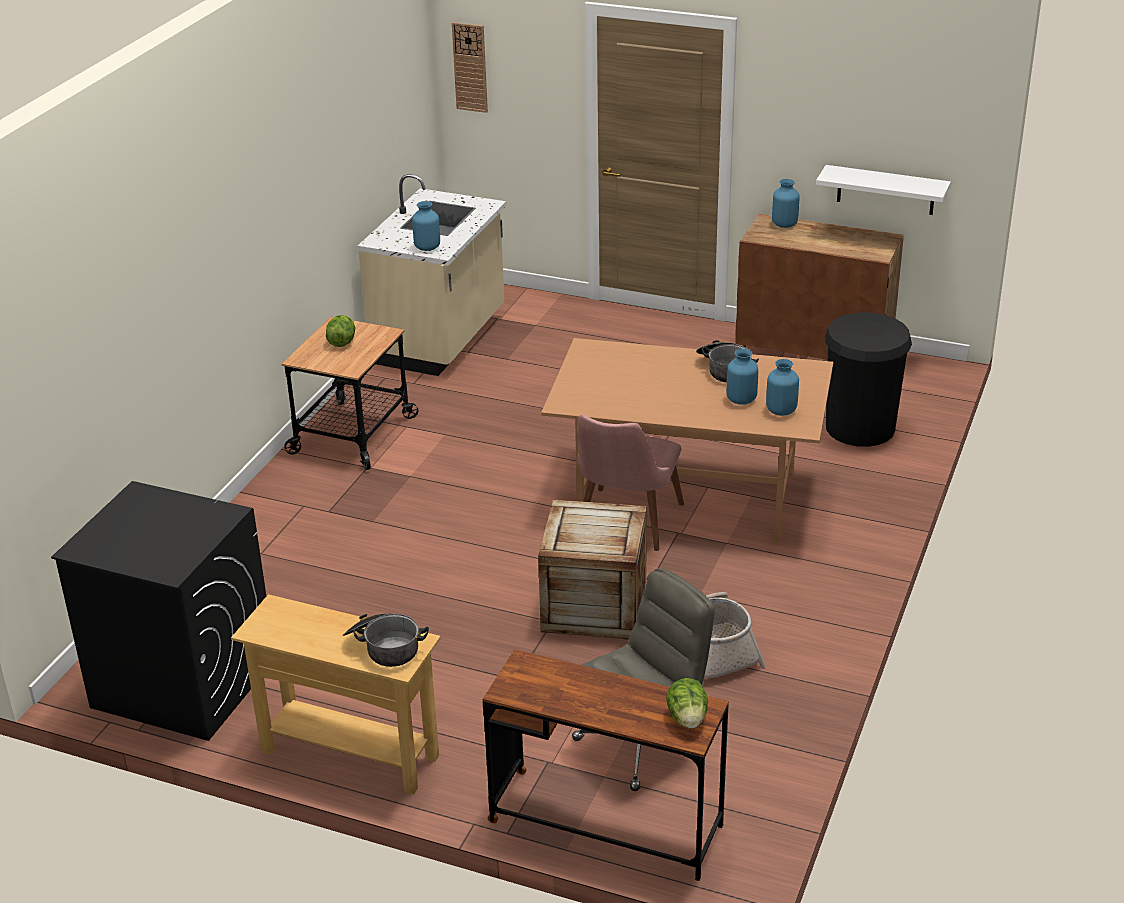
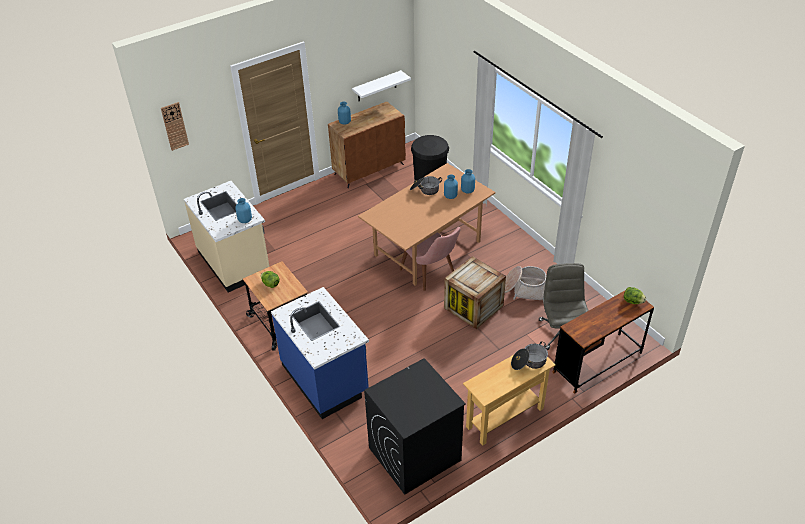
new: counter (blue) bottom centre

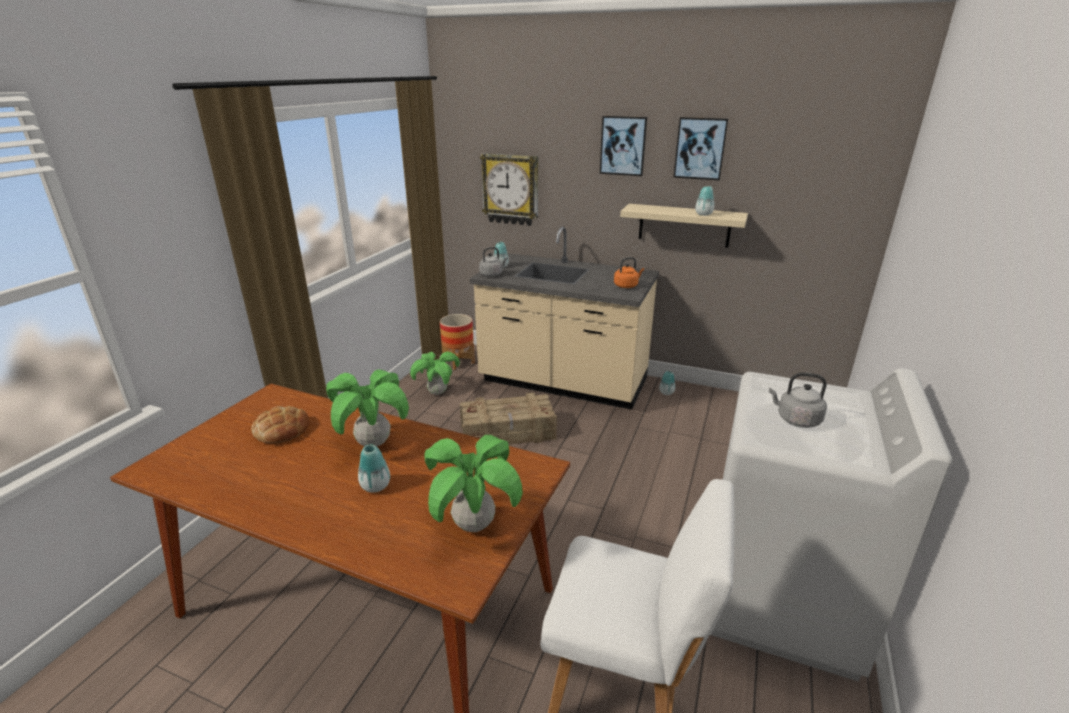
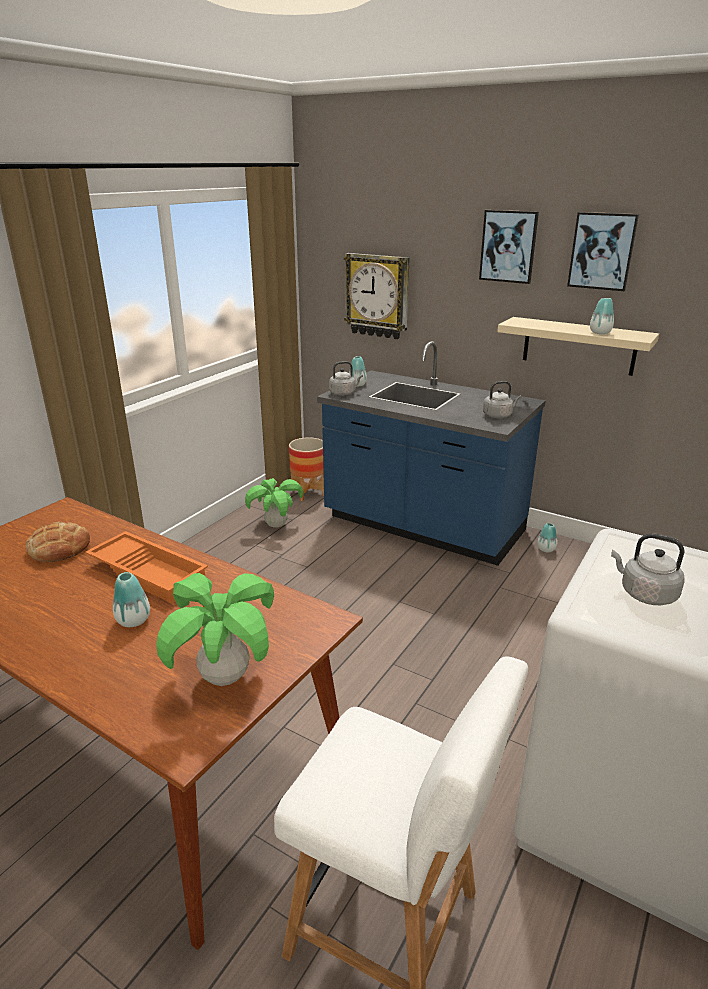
gone: crate centre
swapped: potted plant (no. 1 from left) centre to tray (orange) middle left
repainted: counter (beige) centre to counter (blue) centre; kettle (orange) centre to kettle (grey) (no. 2 from left) middle right

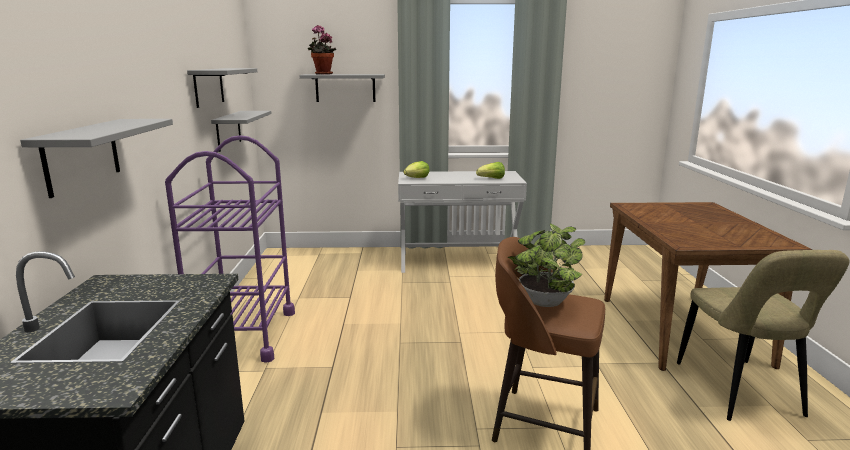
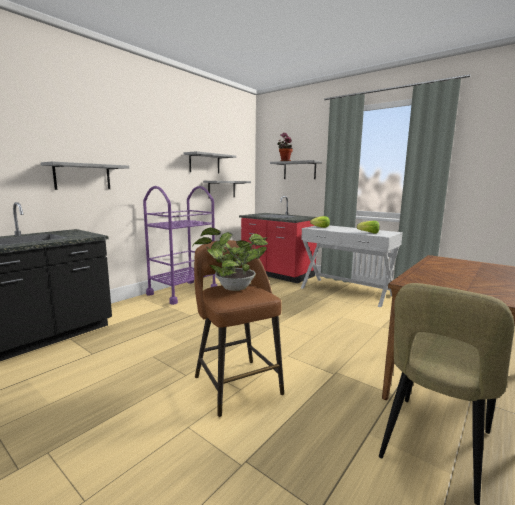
new: counter (red) centre

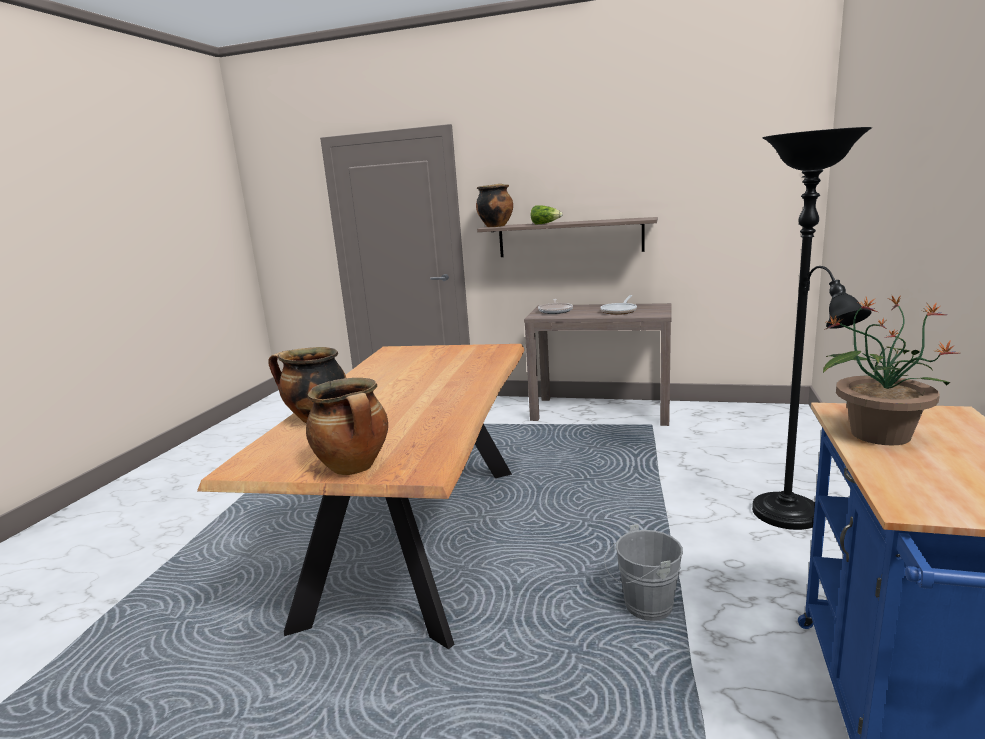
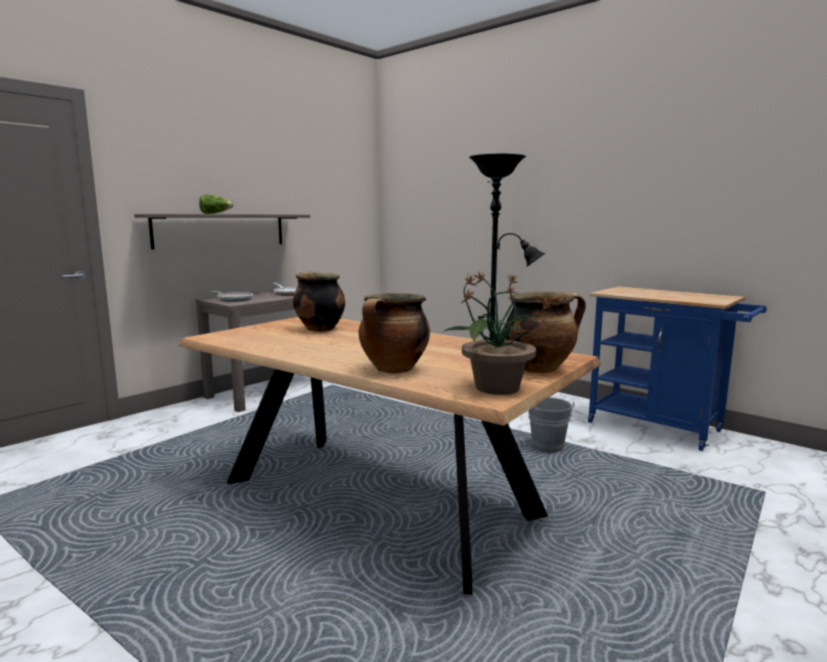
shifted: cooking pot (no. 3 from left in the first image) top centre to cooking pot (no. 1 from left) centre; potted plant middle right to centre

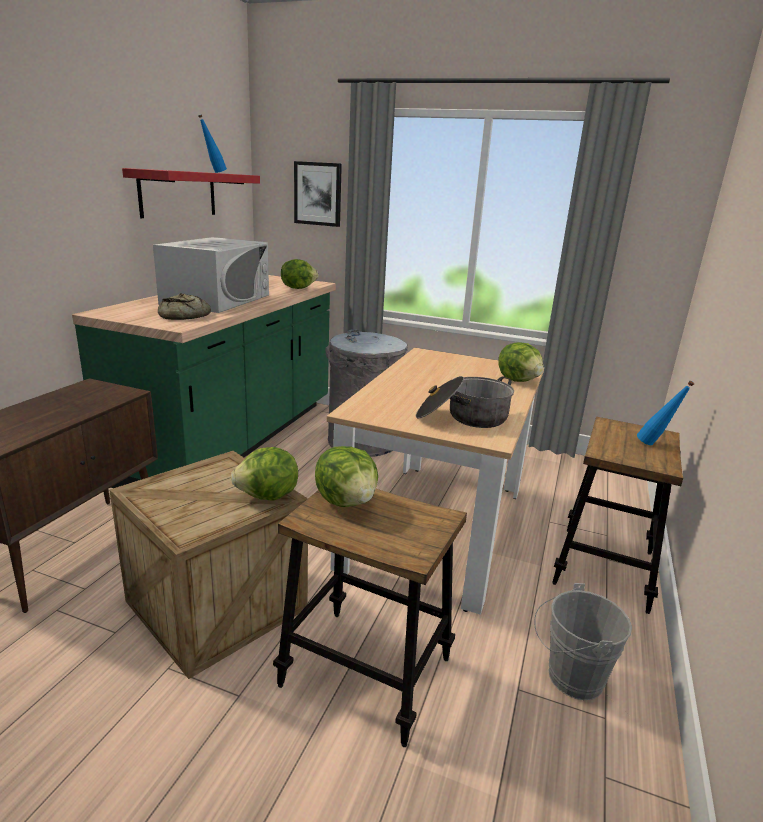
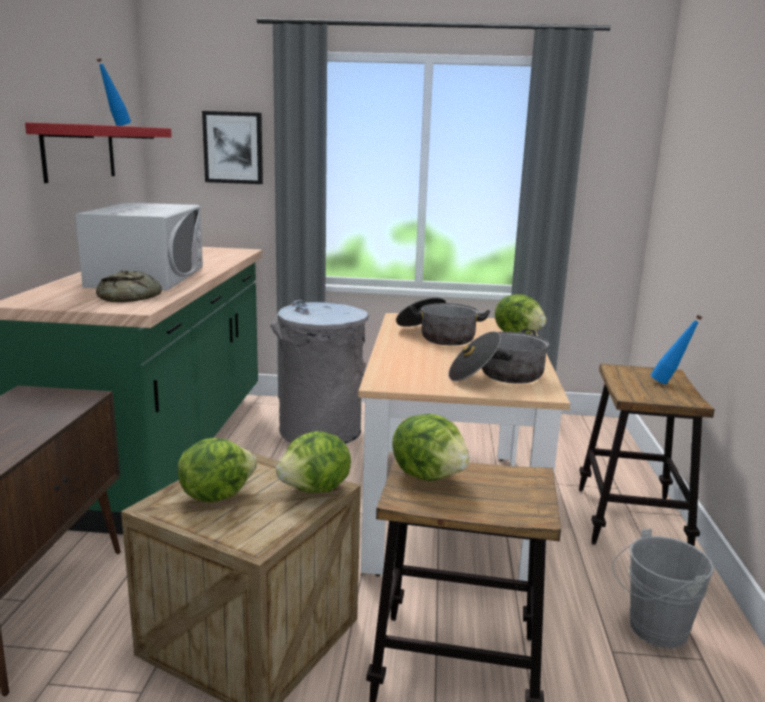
new: cooking pot (no. 1 from left) centre
shifted: lettuce (no. 2 from left in the first image) centre to lettuce (no. 1 from left) bottom left

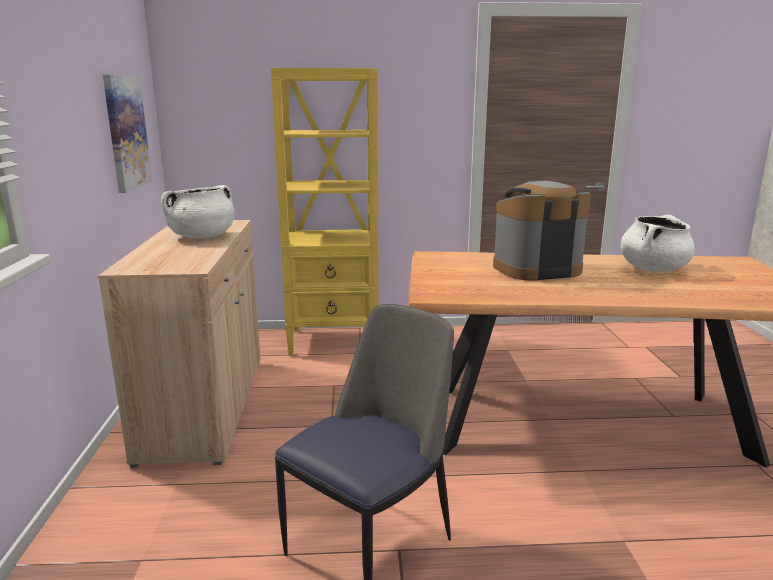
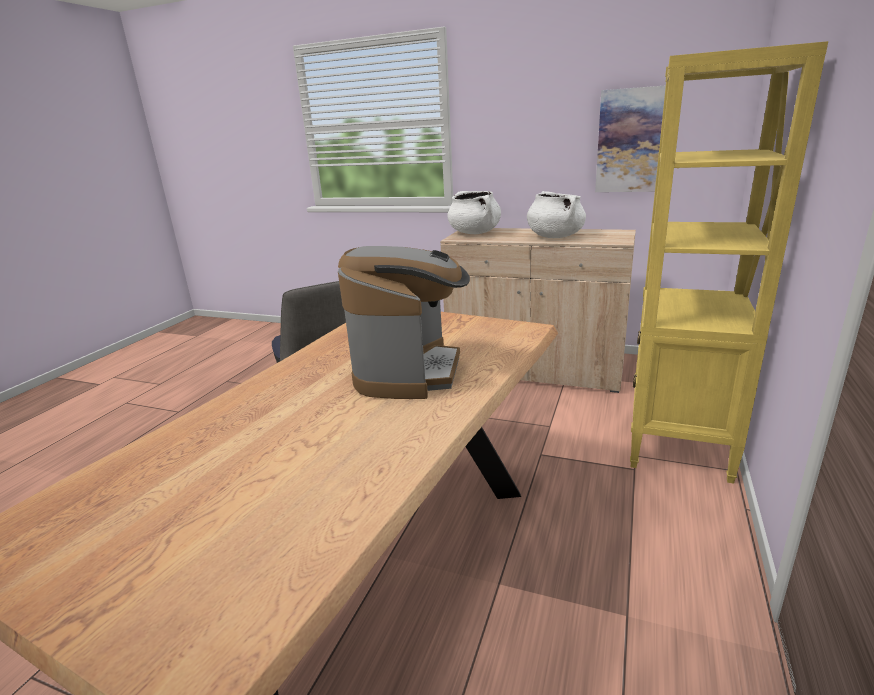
shifted: cooking pot (white) (no. 2 from left in the first image) middle right to cooking pot (white) (no. 1 from left) top centre

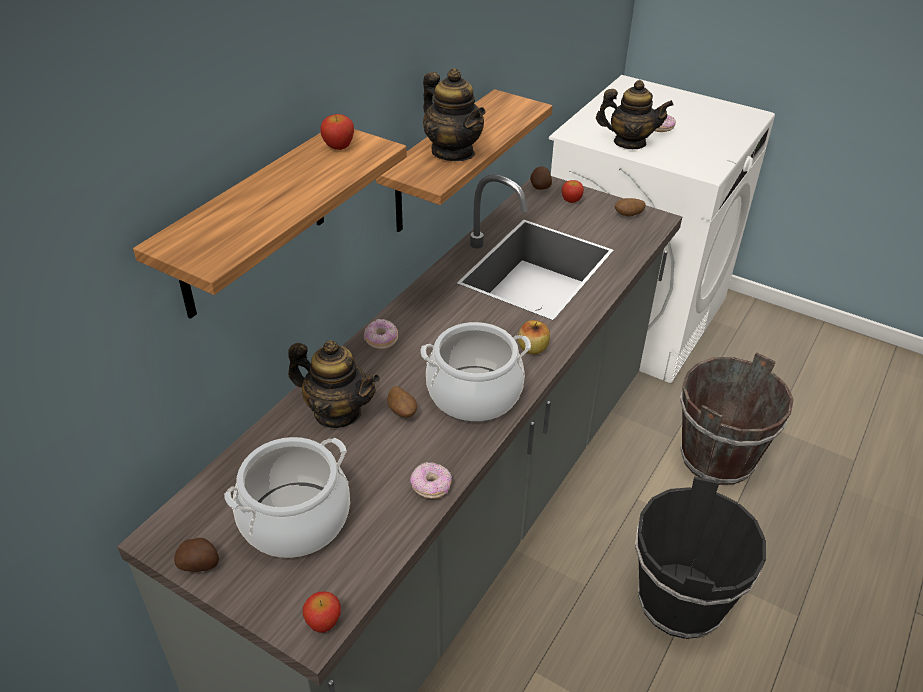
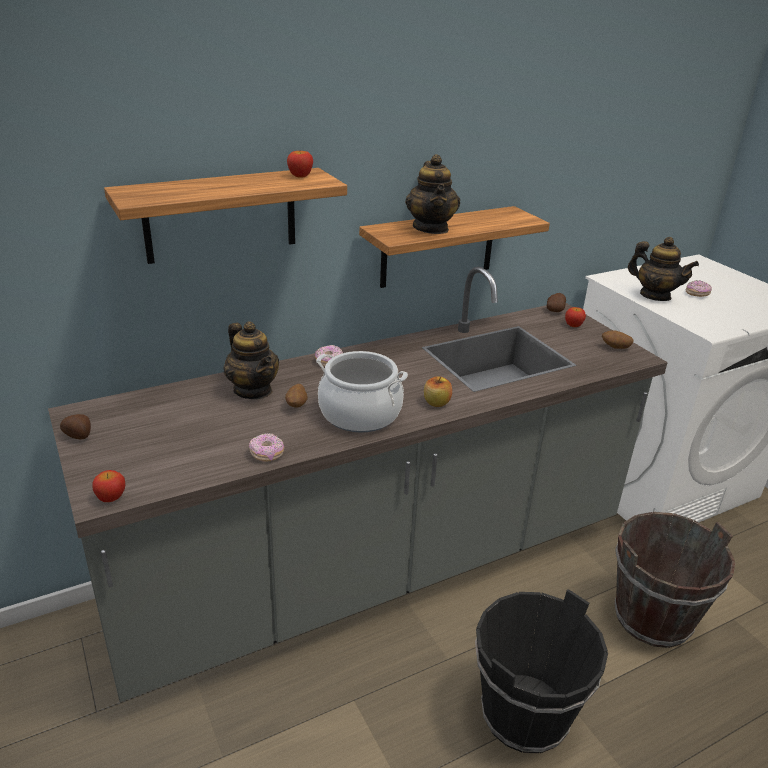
gone: cooking pot (no. 1 from left) bottom left

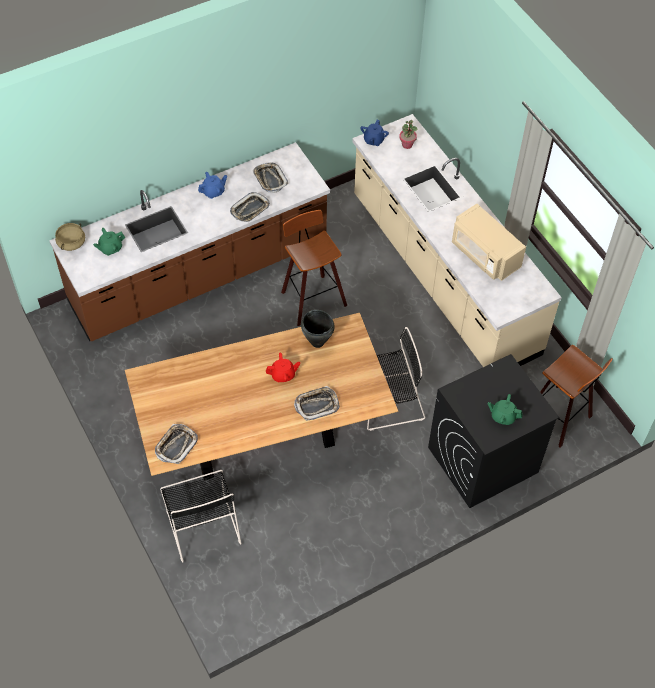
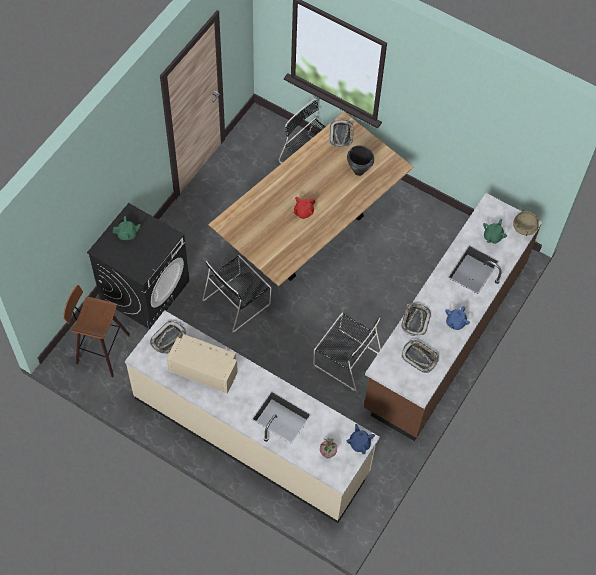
shifted: cooking pot (black) centre to top centre; tray (no. 4 from left in the first image) centre to tray (no. 1 from left) middle left
swapped: stool (no. 1 from left) centre to chair (black) (no. 3 from left) centre

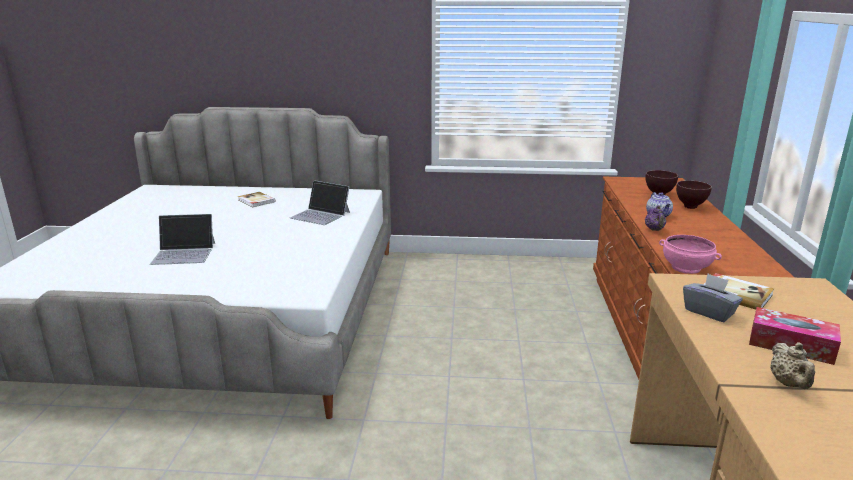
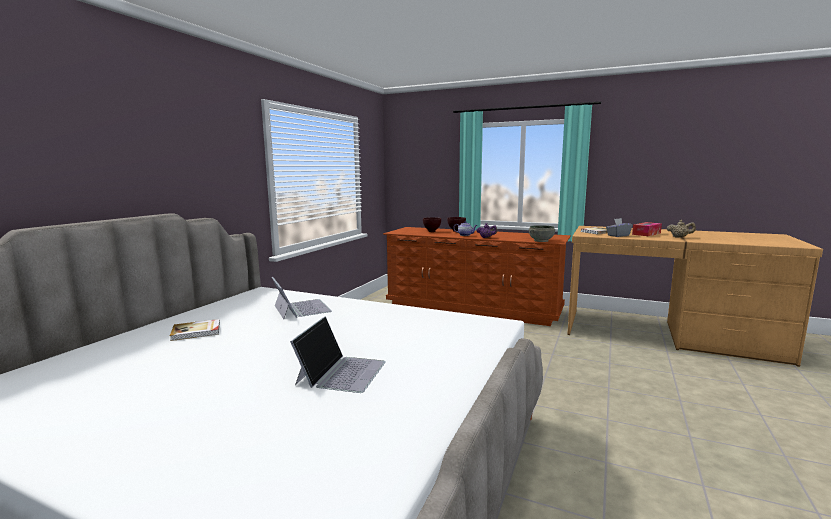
repainted: bowl (pink) middle right to bowl (grey) centre
rotated: laptop (no. 2 from left in the first image) centre = centre 75 degrees counterclockwise

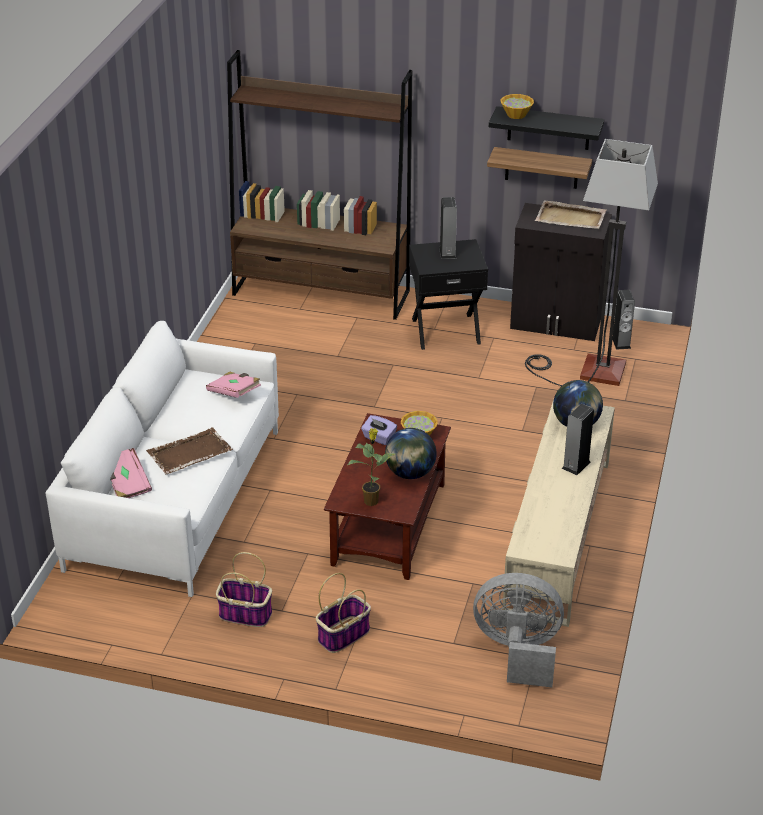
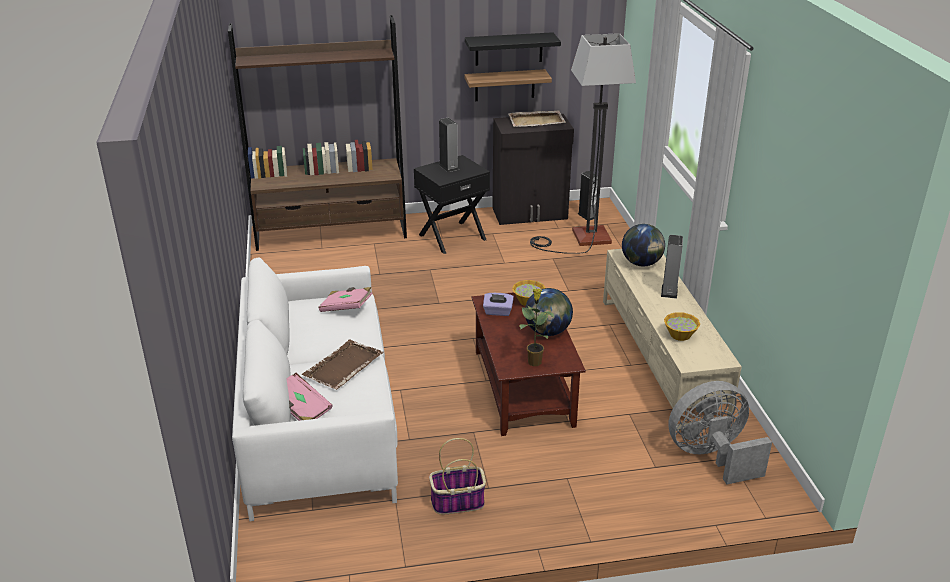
gone: basket (no. 2 from left) bottom centre
shifted: bowl (no. 2 from left) top right to middle right

